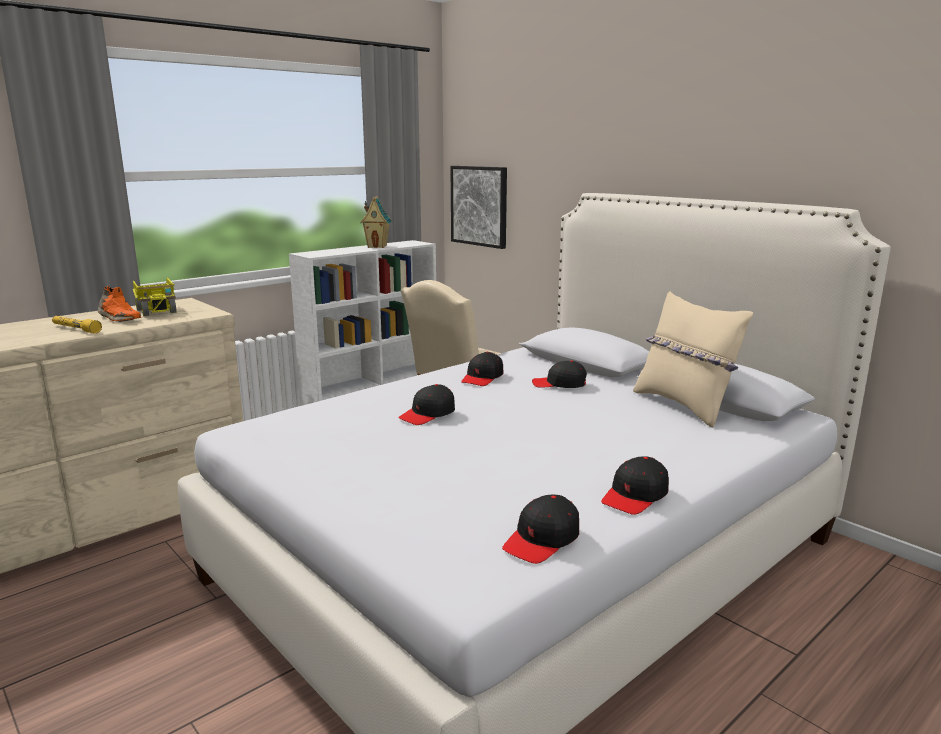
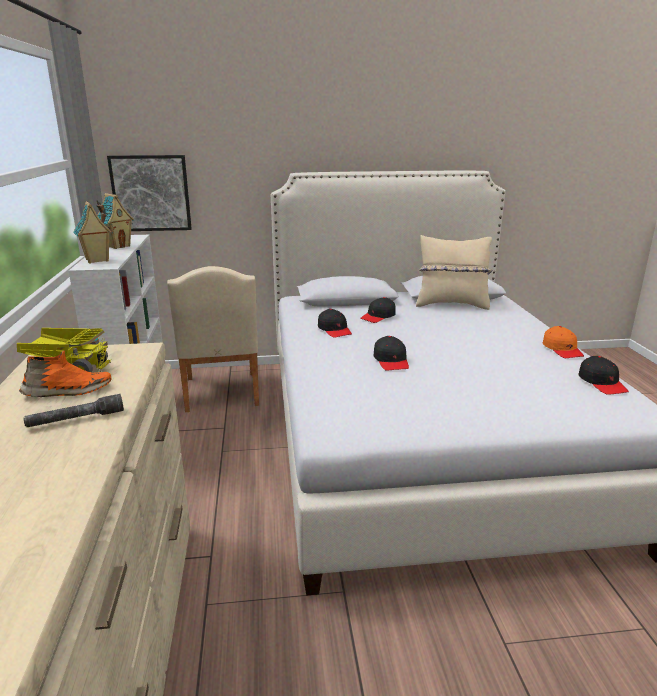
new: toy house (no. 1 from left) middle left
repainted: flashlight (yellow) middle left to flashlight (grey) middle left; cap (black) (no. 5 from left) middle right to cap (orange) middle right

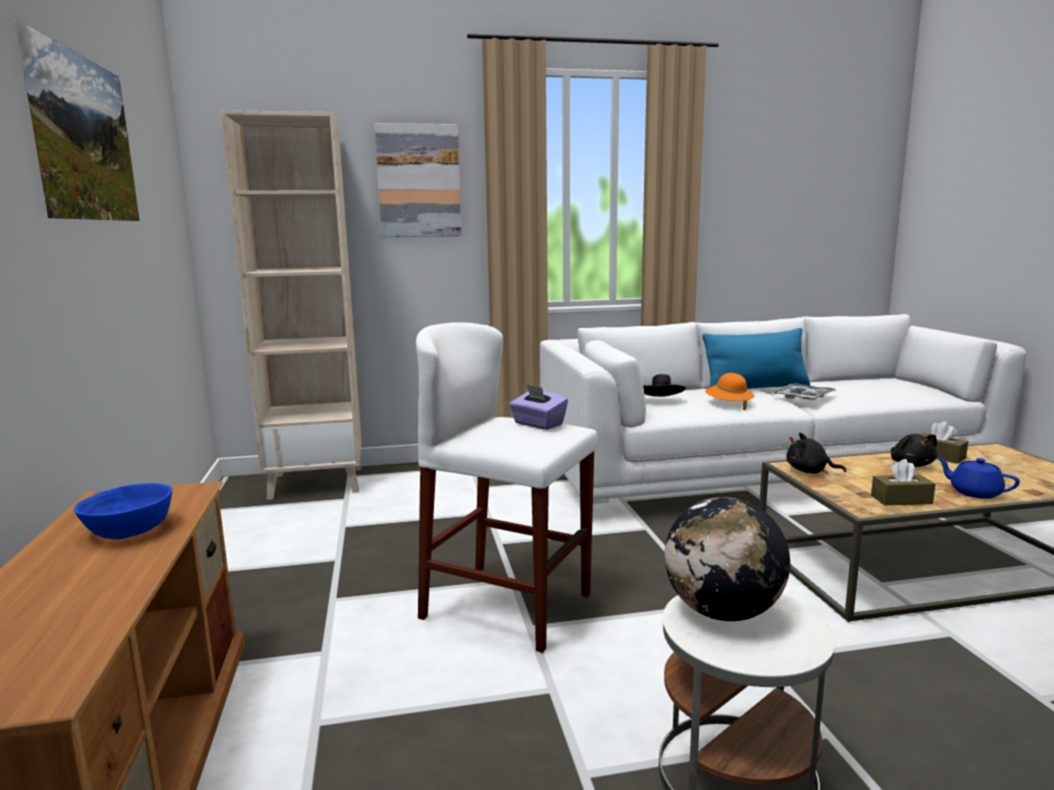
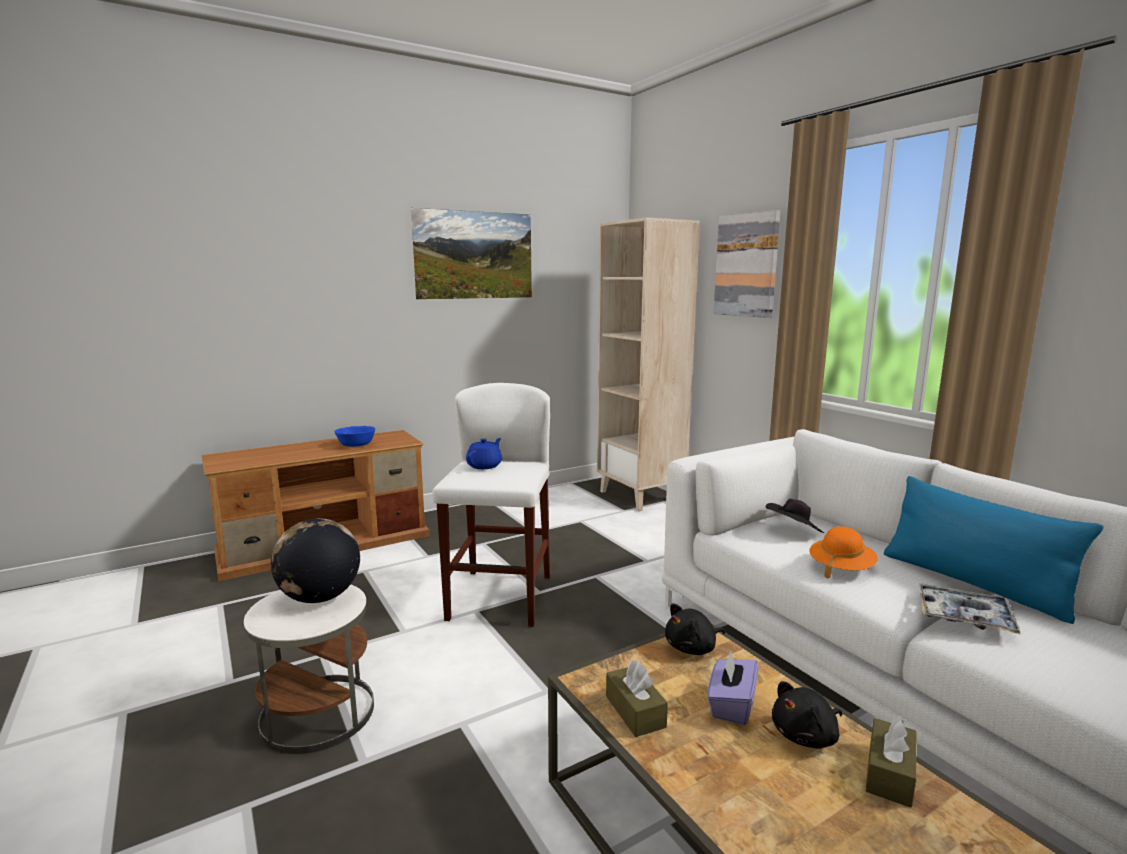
shifted: tissue box (purple) centre to bottom centre; teapot (blue) middle right to centre
rotated: plush toy (black) (no. 1 from left) middle right = bottom centre 120 degrees counterclockwise

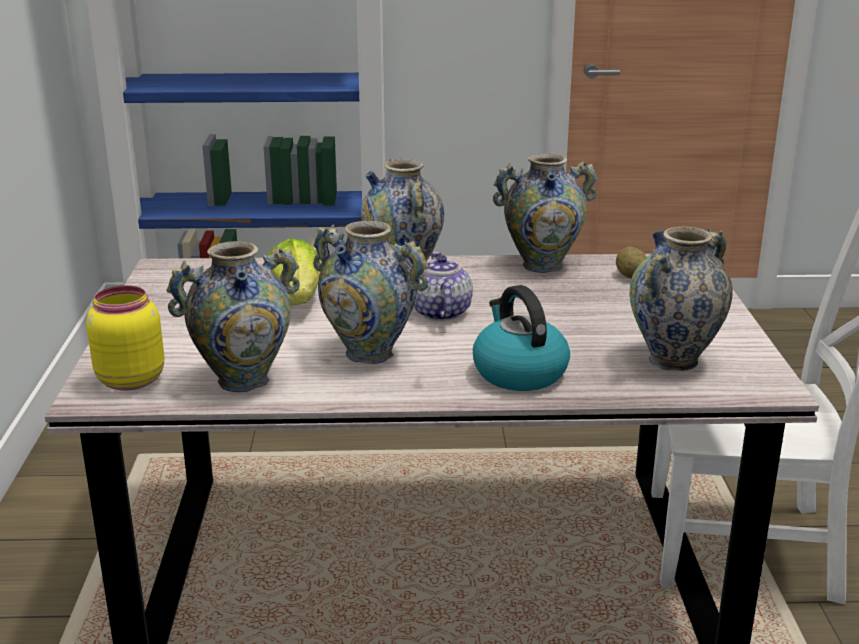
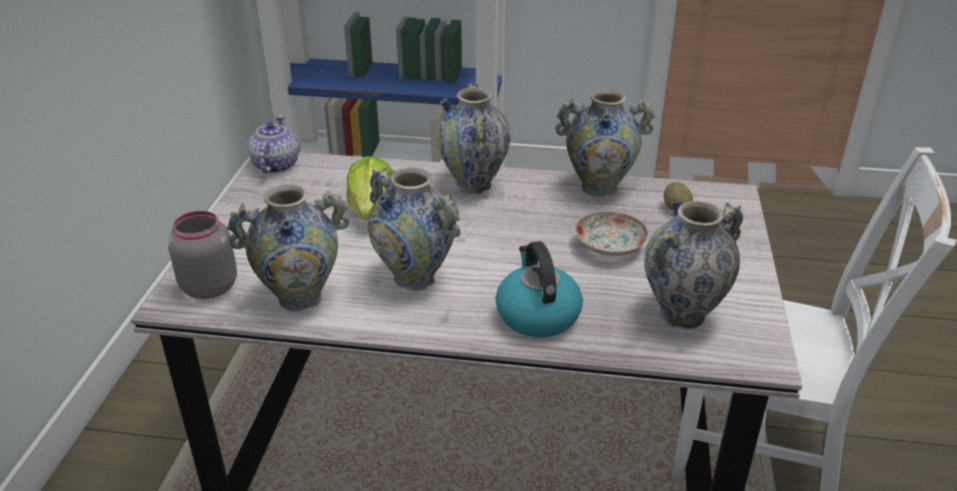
new: plate centre
shifted: teapot centre to top left
repainted: jar (yellow) middle left to jar (grey) middle left

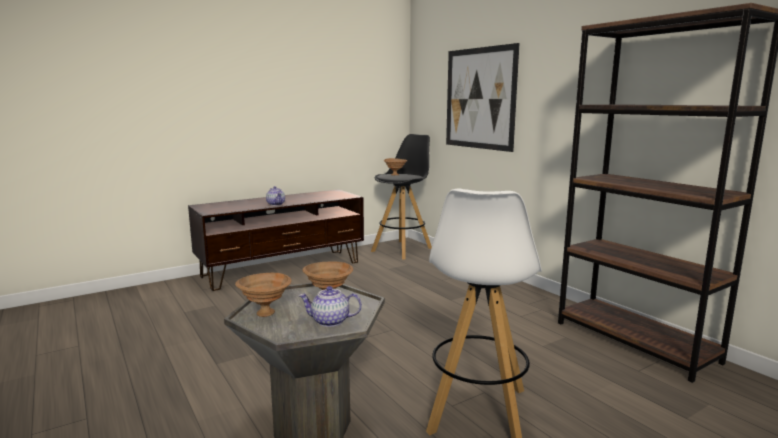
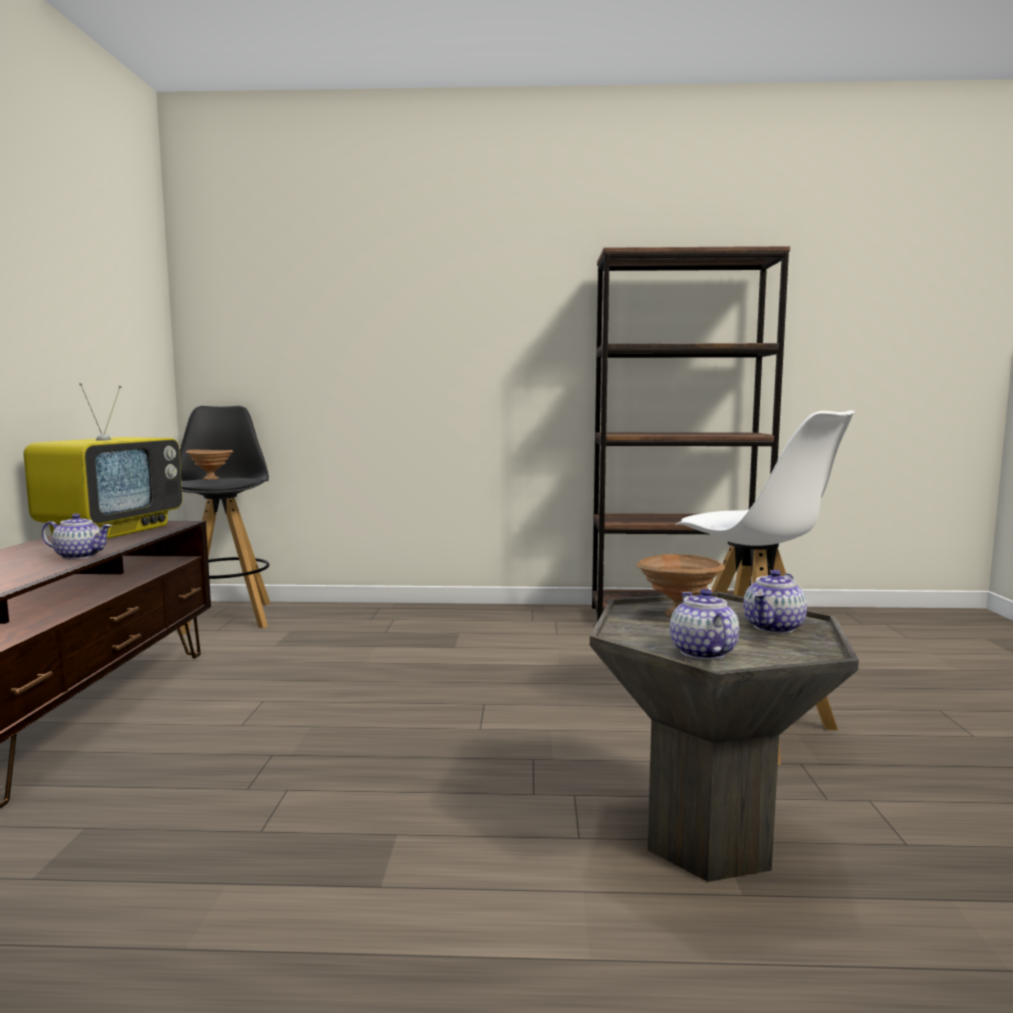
gone: picture top centre
new: television middle left
swapped: bowl (brown) (no. 1 from left) bottom centre to teapot (no. 2 from left) middle right

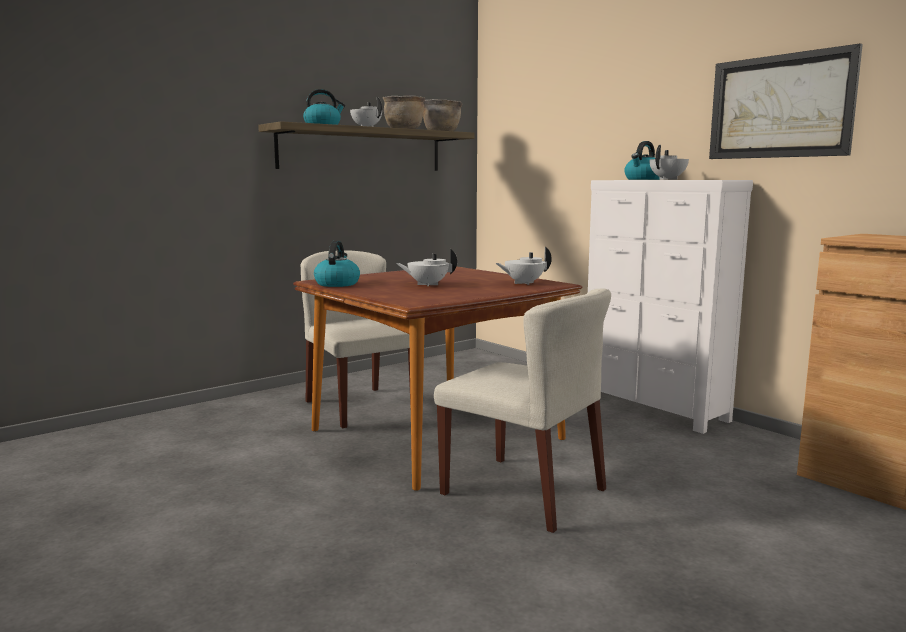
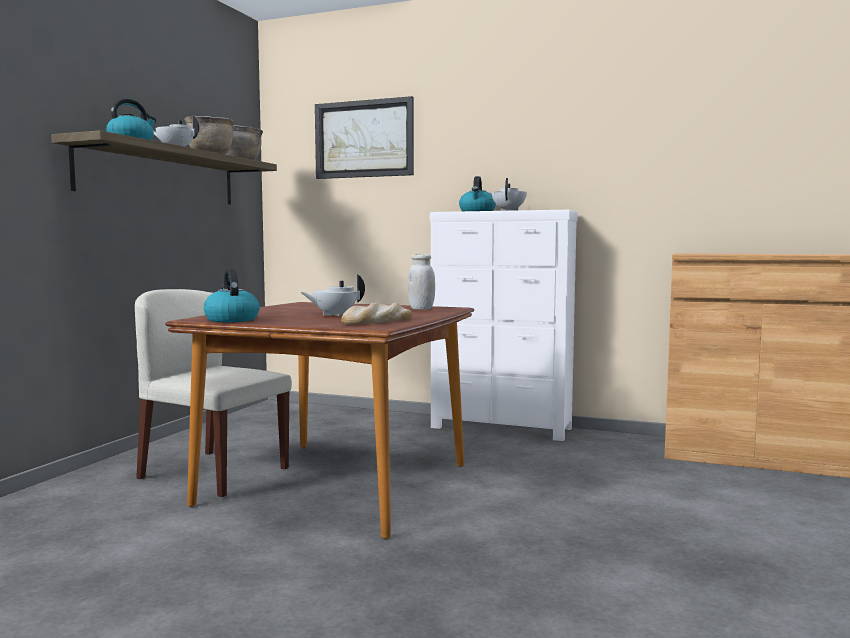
gone: chair (beige) (no. 2 from left) centre
new: bread centre
shifted: picture top right to top centre
swapped: teapot (white) (no. 3 from left) centre to jar (white) centre

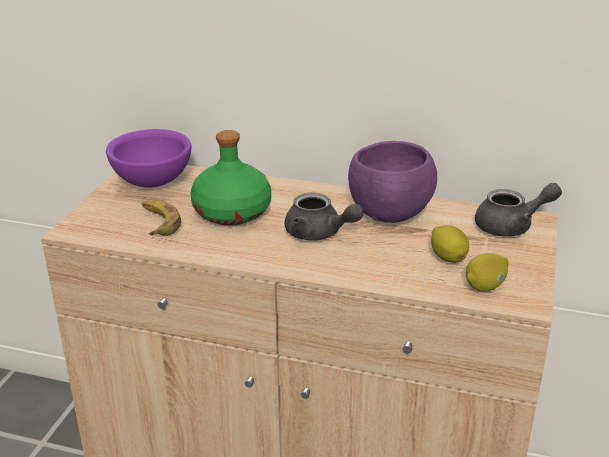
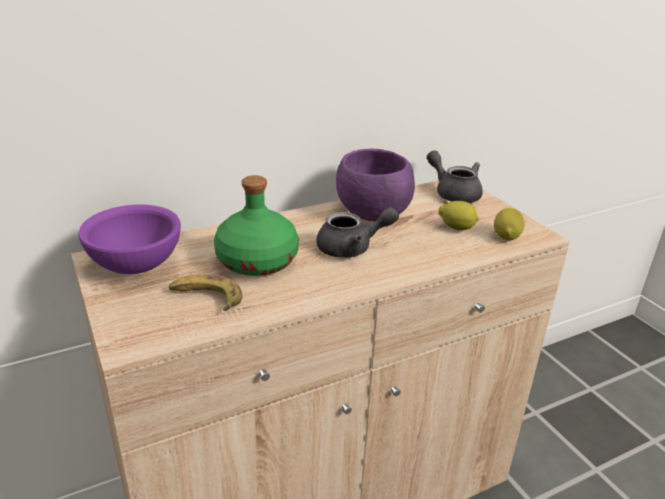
rotated: teapot (grey) (no. 2 from left) middle right = middle right 75 degrees counterclockwise

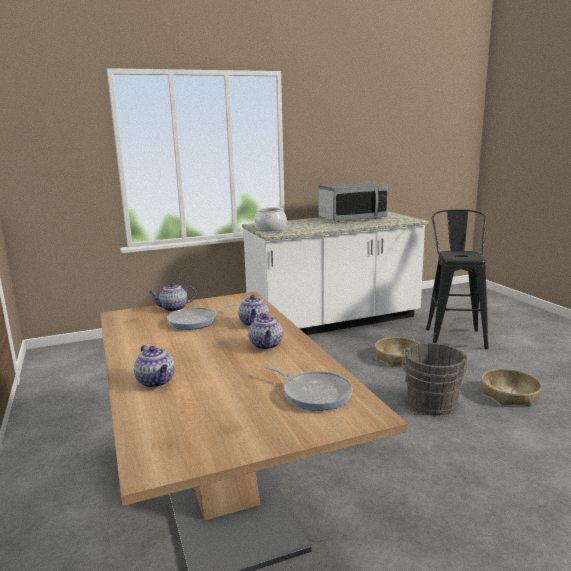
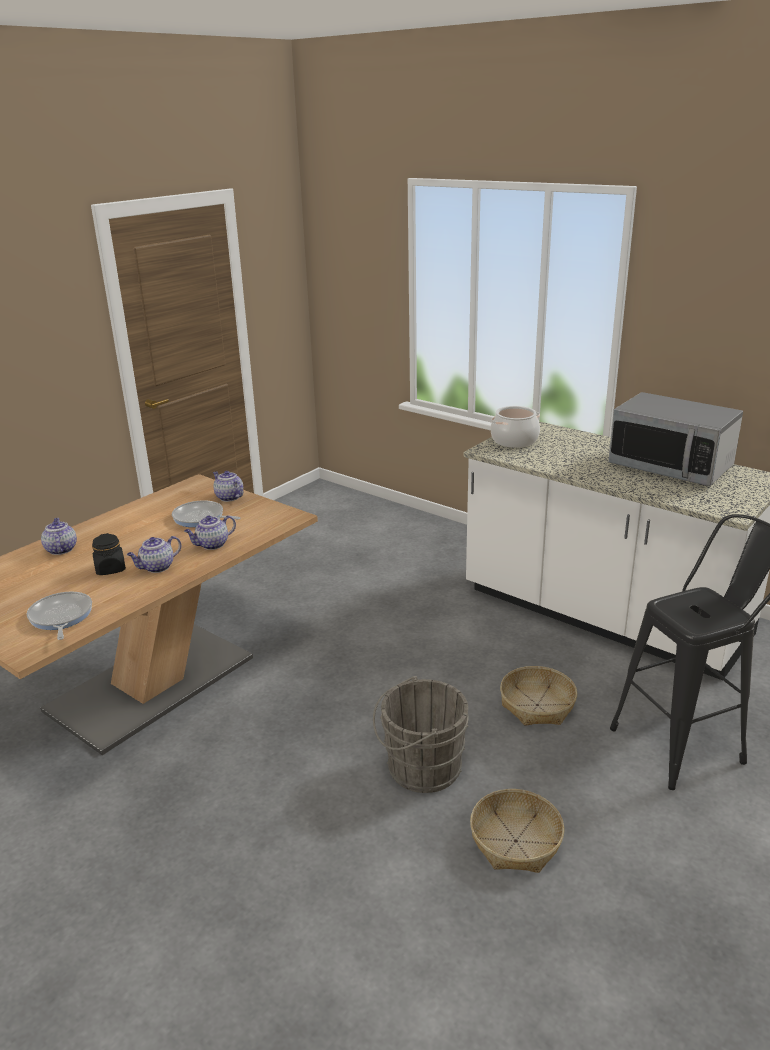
new: jar (black) middle left
rotated: teapot (no. 1 from left) middle left = middle left 135 degrees clockwise; frying pan (no. 2 from left in the first image) bottom centre = middle left 150 degrees clockwise

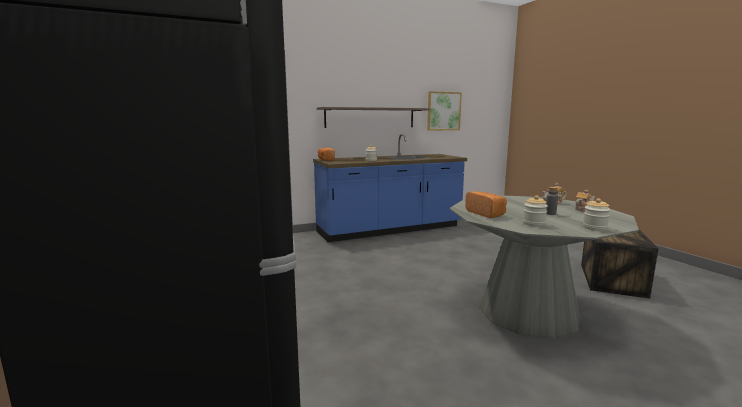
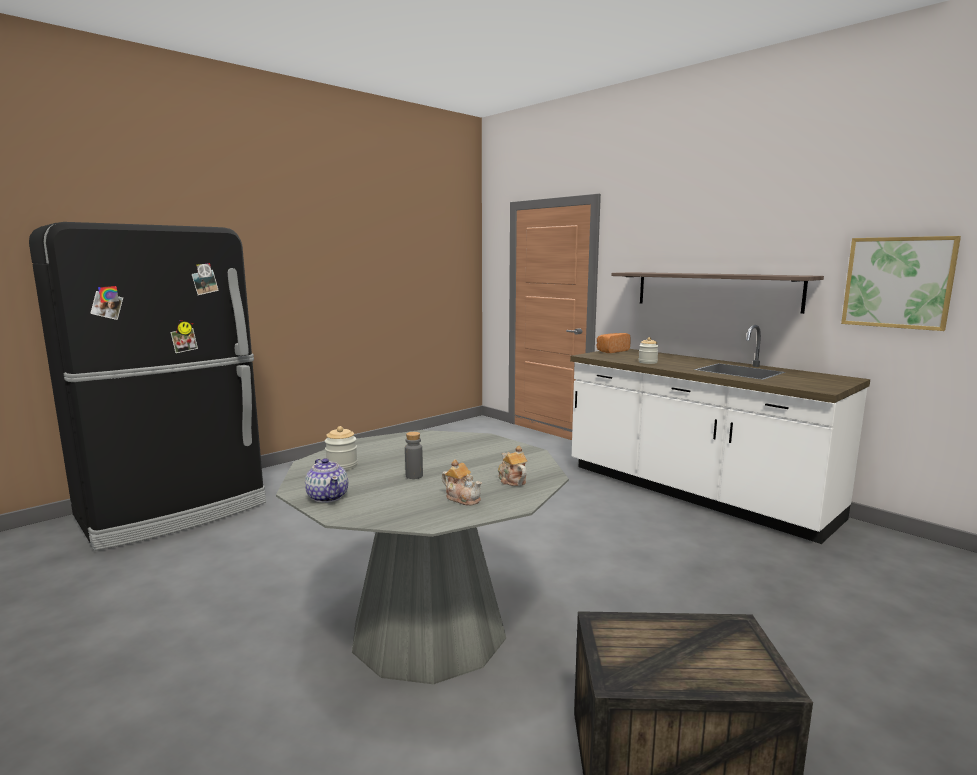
gone: bread (no. 2 from left) centre
swapped: jar (no. 3 from left) middle right to teapot (no. 1 from left) centre
repainted: counter (blue) centre to counter (white) middle right

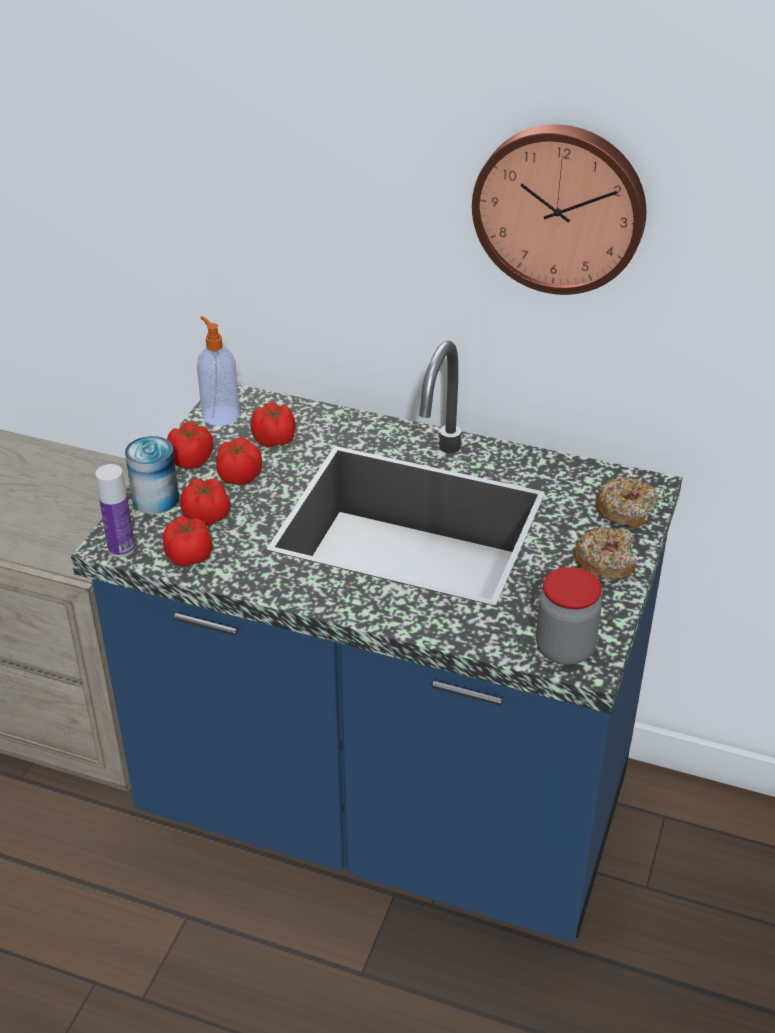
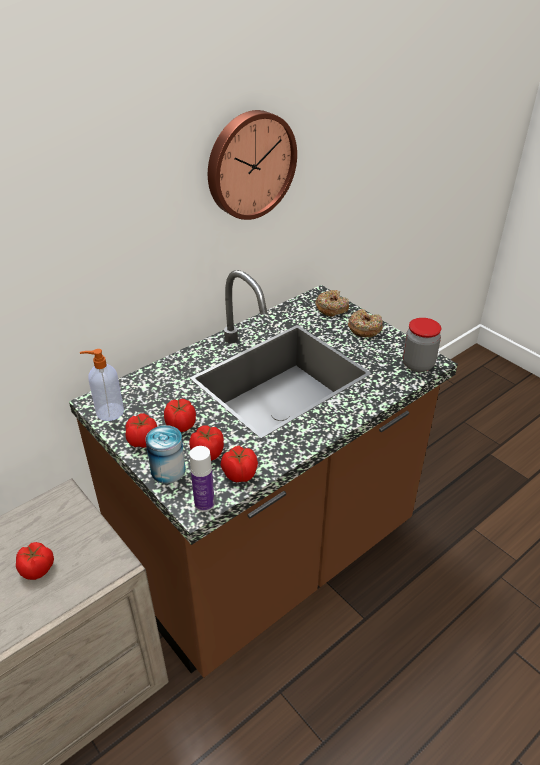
shifted: tomato (no. 5 from left in the first image) centre to tomato (no. 1 from left) bottom left
repainted: counter (blue) centre to counter (brown) centre

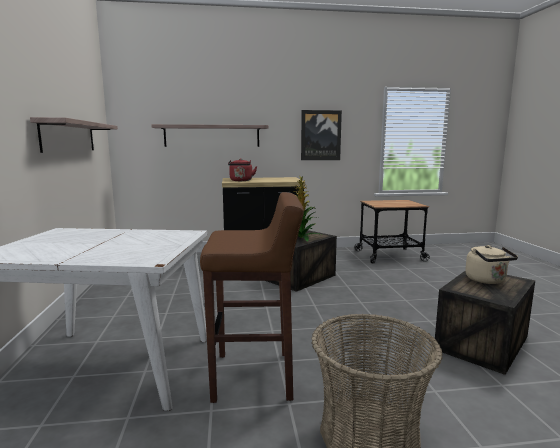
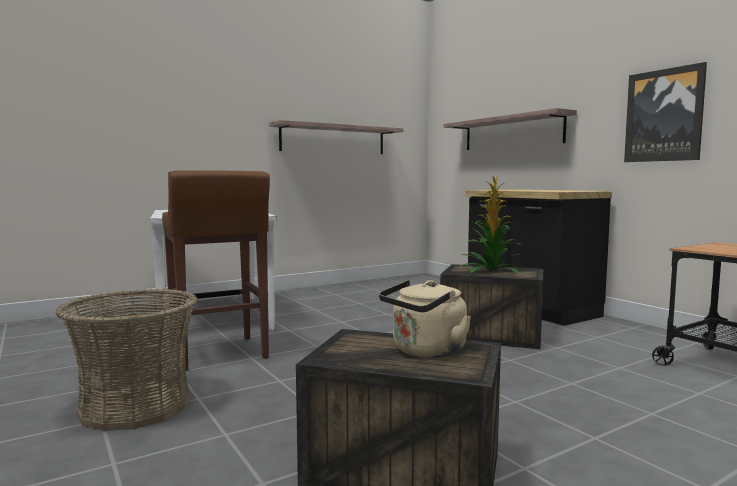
gone: kettle (red) centre

